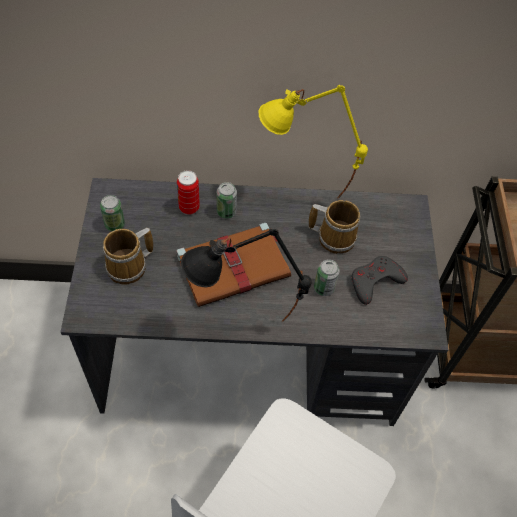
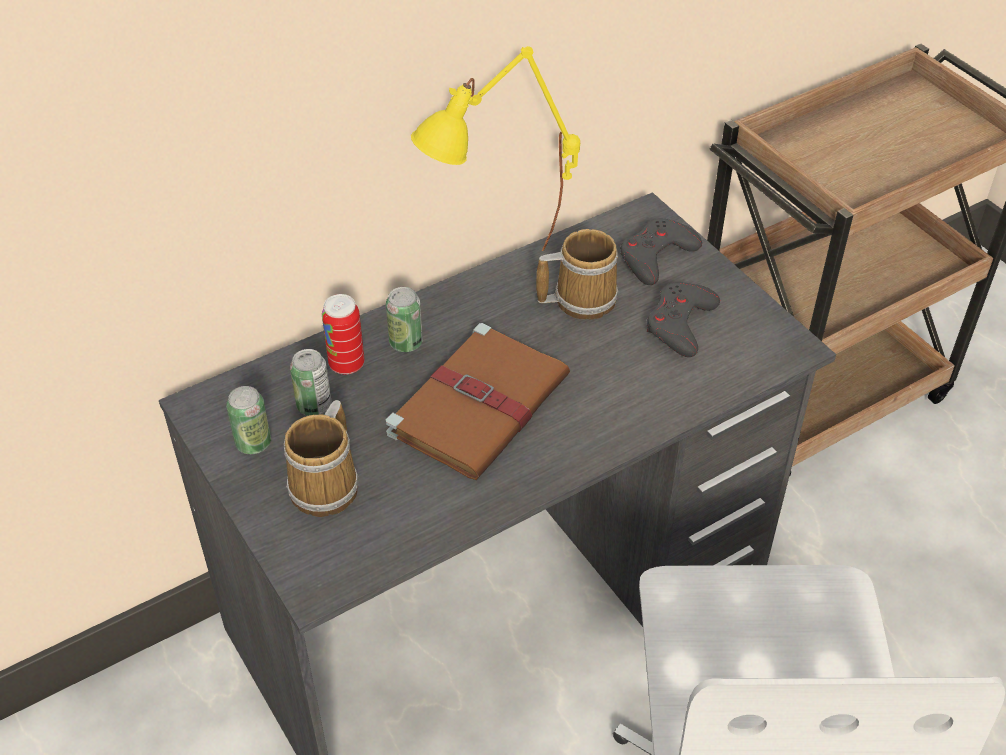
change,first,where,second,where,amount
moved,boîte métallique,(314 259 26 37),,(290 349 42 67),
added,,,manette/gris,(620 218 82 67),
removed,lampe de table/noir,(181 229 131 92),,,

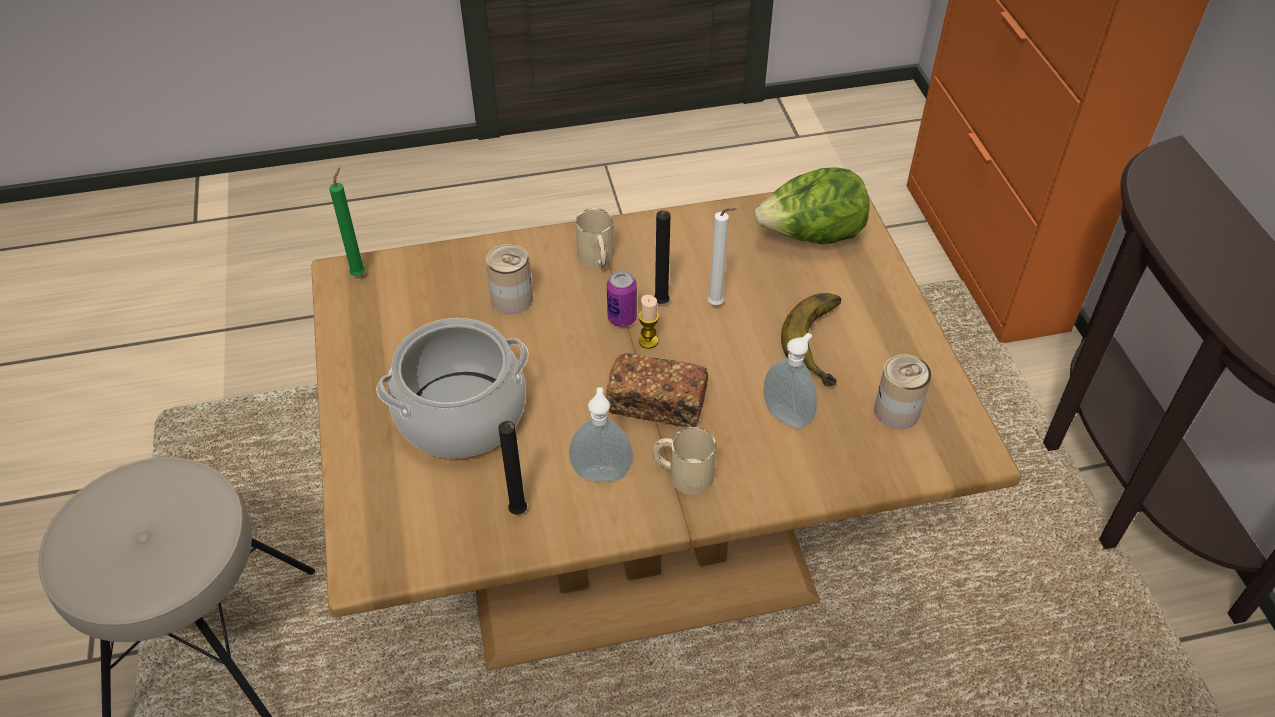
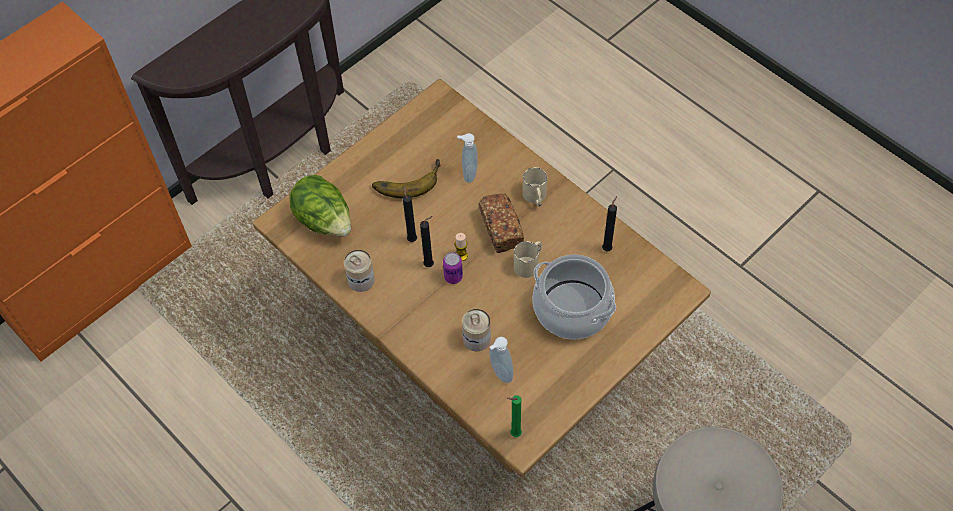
change,first,where,second,where,amount
moved,boîte métallique,(874 354 58 75),,(344 250 31 42),
recoloured,bougie/blanc,(708 208 29 97),bougie/noir,(403 187 14 55),
moved,distributeur de savon,(569 388 64 94),,(490 337 23 46),
moved,mug/beige,(576 208 38 61),,(514 241 28 37),

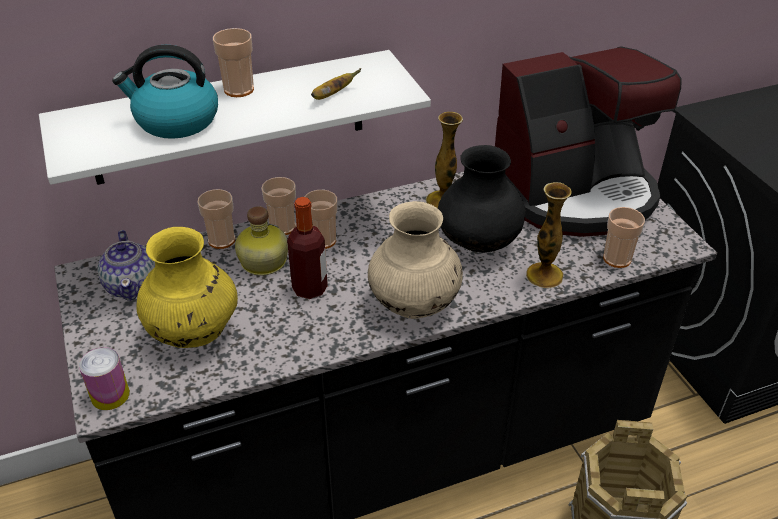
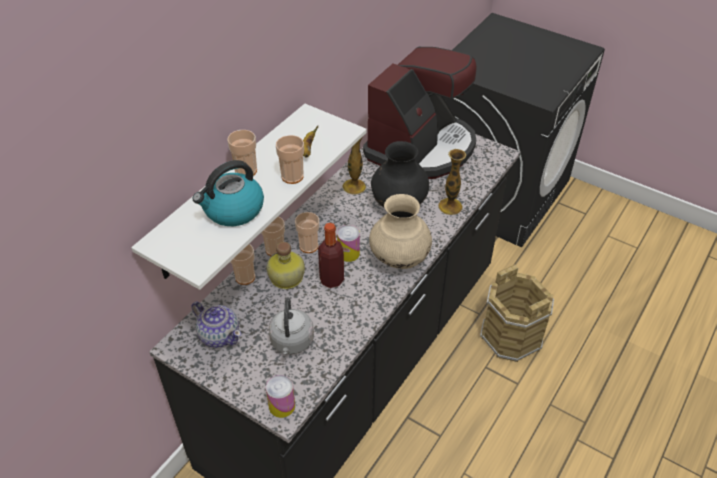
change,first,where,second,where,amount
replaced,vase/jaune,(136 227 102 121),bouilloire/gris,(269 298 45 57),
moved,tasse,(603 207 42 61),,(276 135 28 49),
added,,,boîte métallique,(337 225 23 37),

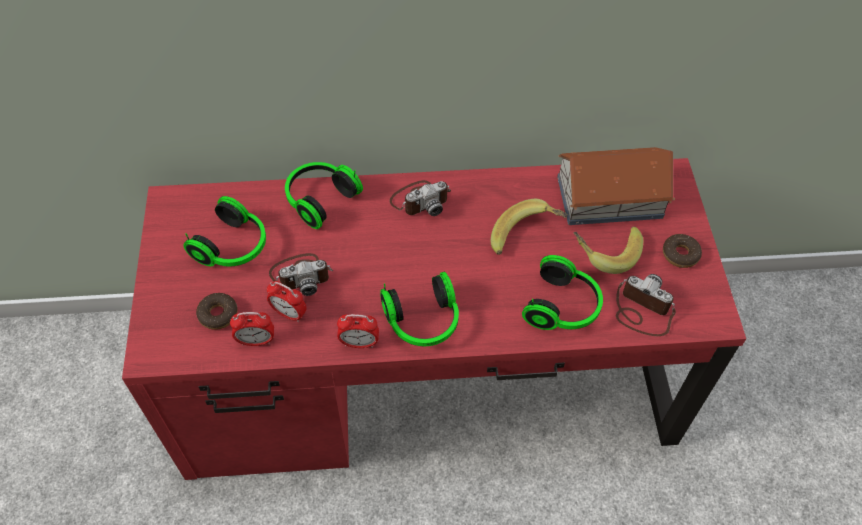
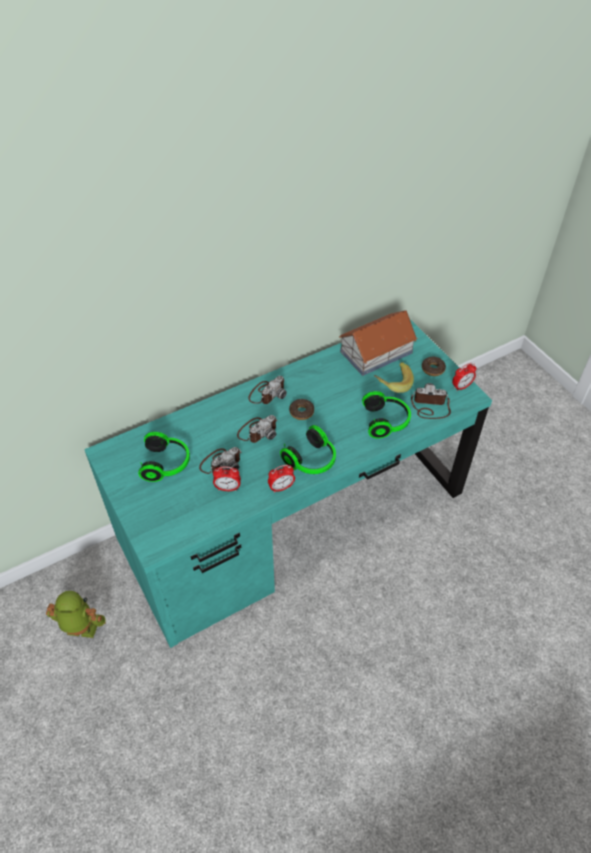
change,first,where,second,where,amount
added,,,robot jouet,(46 591 60 47),
recoloured,bureau/rouge,(122 158 624 322),bureau/turquoise,(84 319 408 329),
added,,,appareil photo,(237 415 40 28),
moved,beignet,(196 293 41 37),,(289 399 25 21),
moved,réveil,(230 312 44 34),,(452 363 25 28),
removed,casque audio,(285 162 78 67),,,
removed,banane,(491 199 77 56),,,

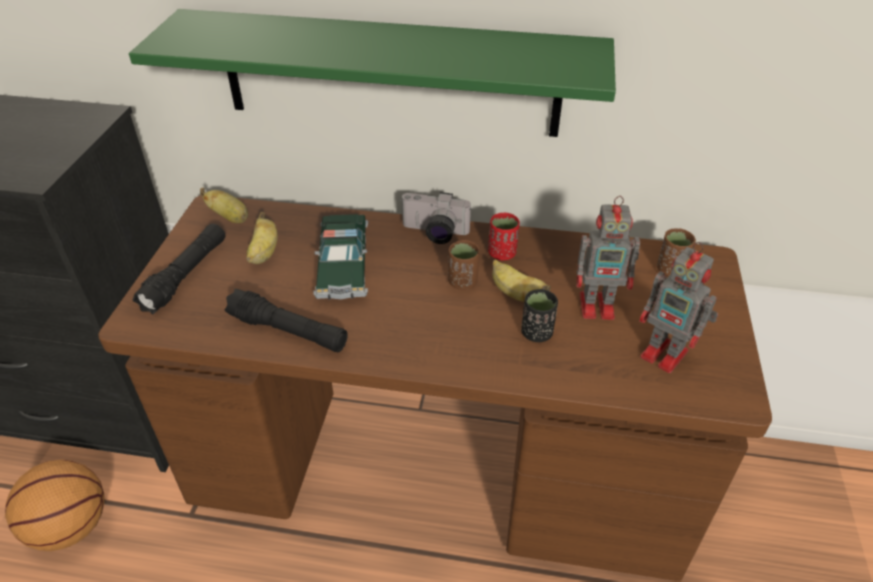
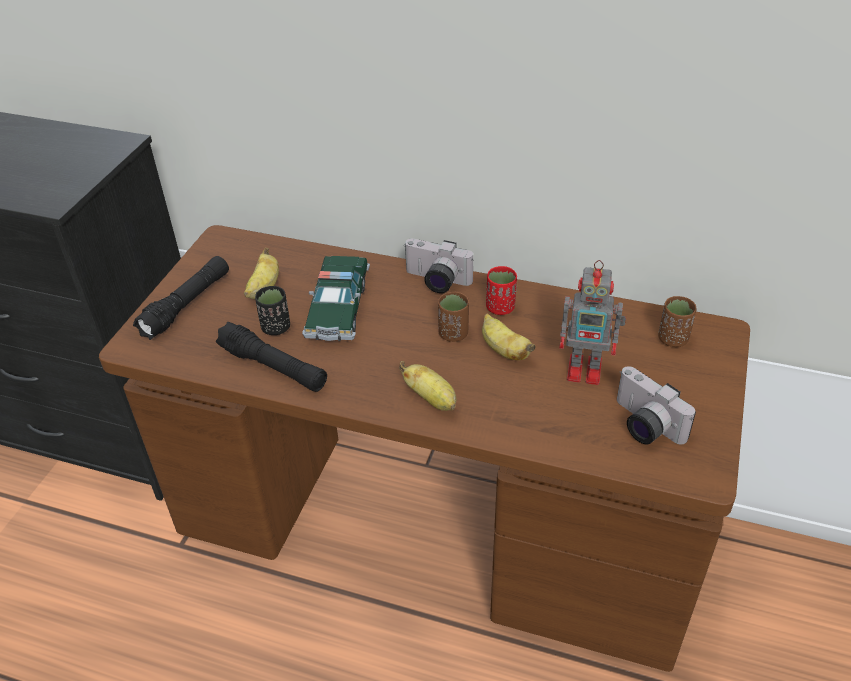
change,first,where,second,where,amount
moved,tasse/noir,(521 289 37 53),,(255 286 35 49),
moved,banane,(200 187 48 36),,(399 361 57 50),
replaced,robot jouet,(639 242 79 131),appareil photo,(617 366 79 79),
removed,ballon de basket,(5 459 99 92),,,
removed,étagère/vert,(129 9 487 128),,,

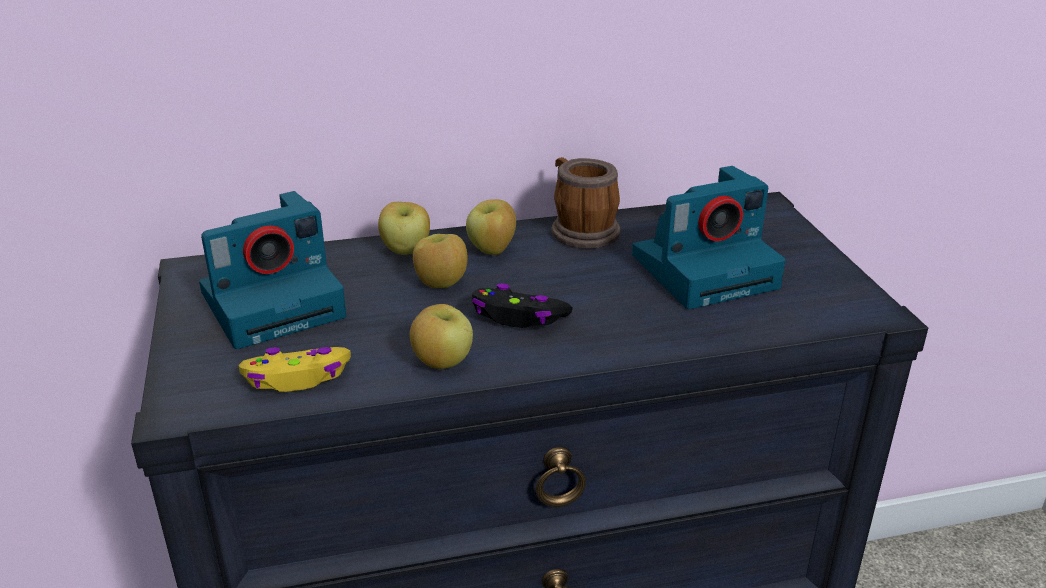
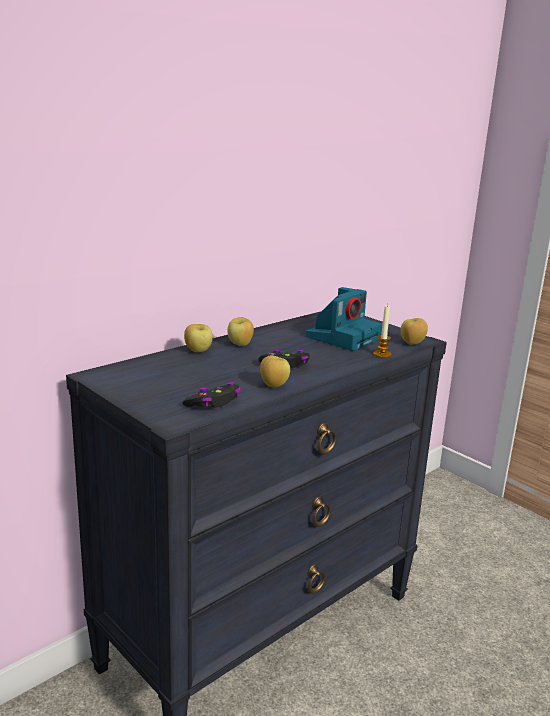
change,first,where,second,where,amount
recoloured,manette/jaune,(239 347 112 45),manette/noir,(182 382 59 26),
added,,,bougie,(373 304 18 54),
moved,pomme,(413 234 55 54),,(401 318 27 27),
removed,appareil photo,(199 191 147 158),,,
removed,mug,(551 157 70 92),,,

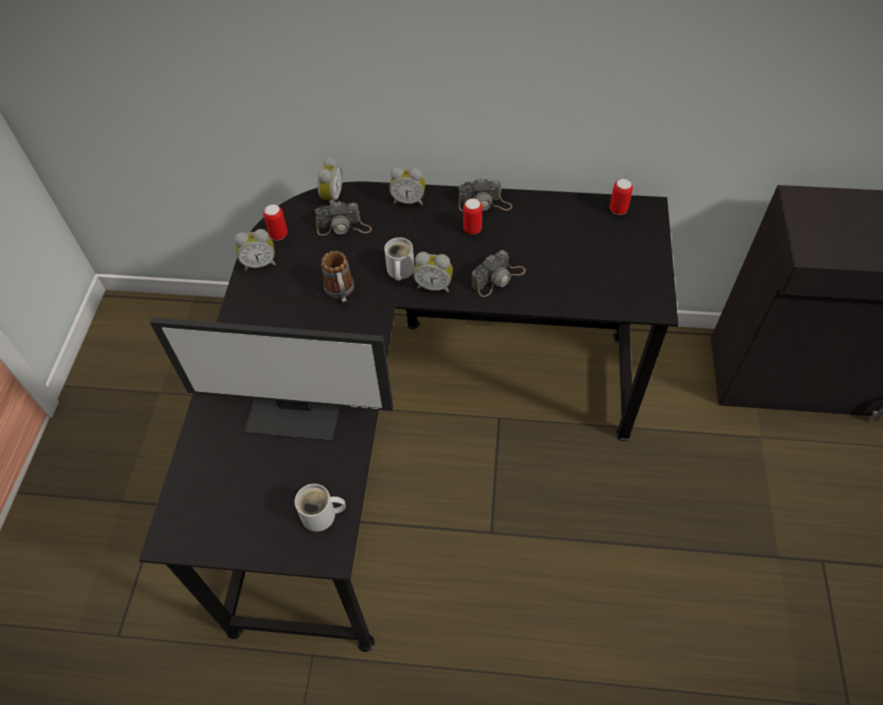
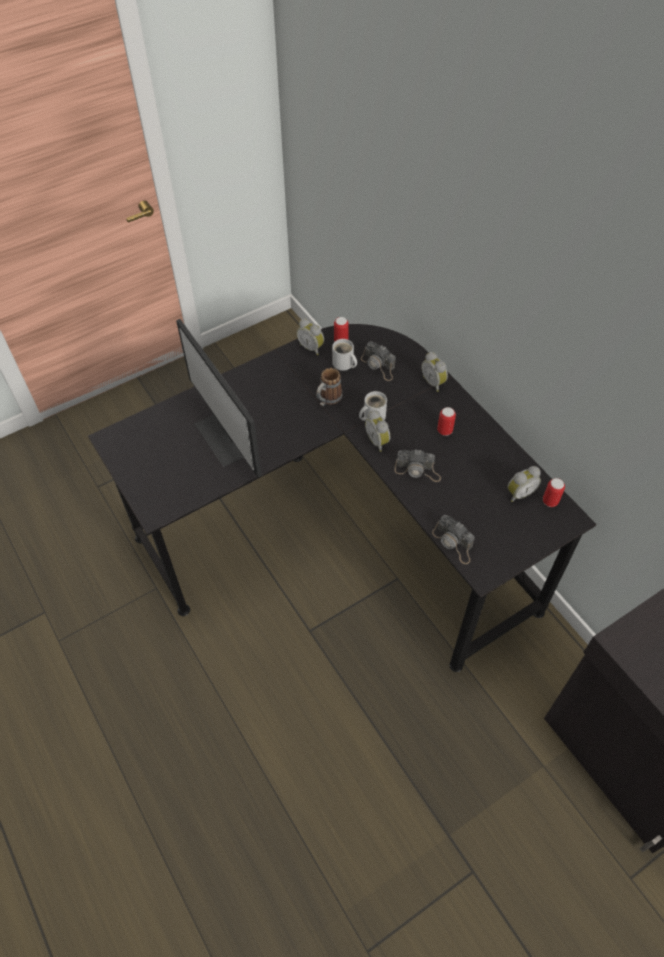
change,first,where,second,where,amount
moved,mug/blanc,(295 484 51 48),,(332 339 25 32),
moved,appareil photo,(458 178 54 33),,(432 515 43 49),
moved,réveil,(318 156 24 48),,(508 466 33 36),

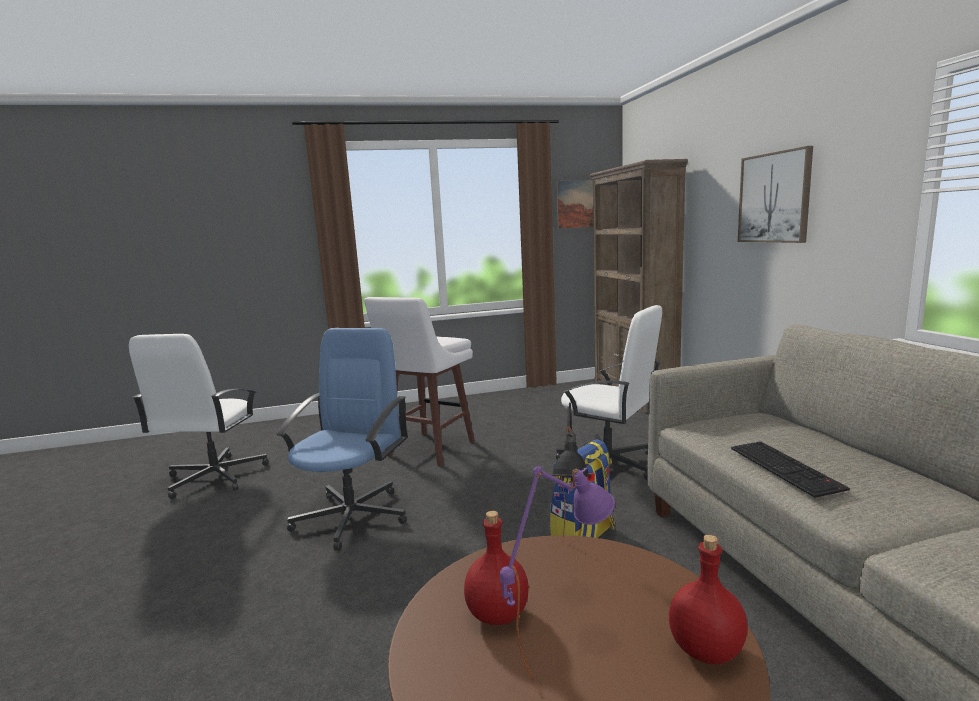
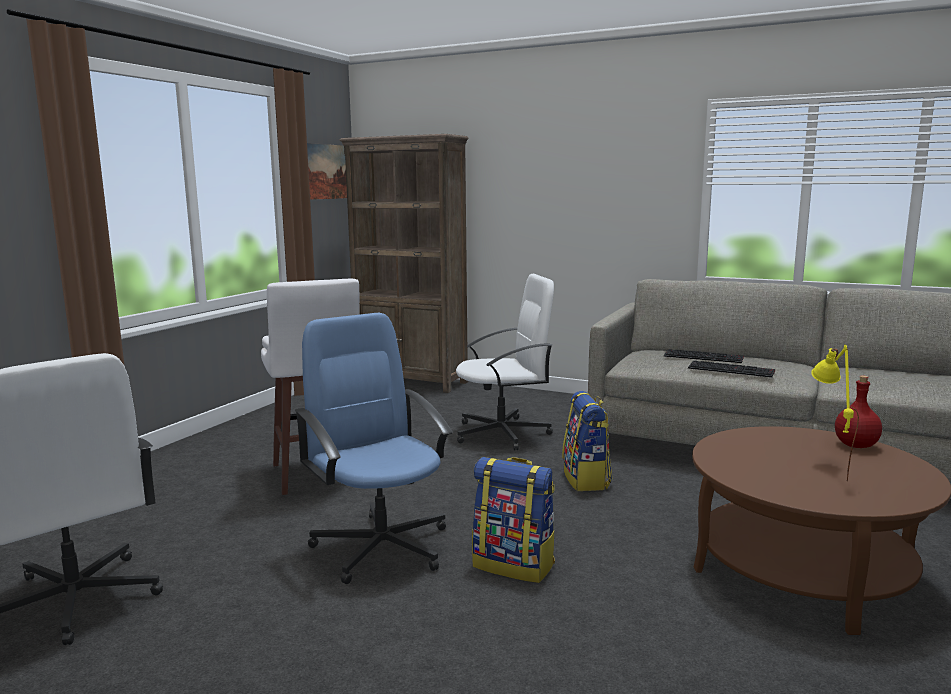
change,first,where,second,where,amount
added,,,sac à dos,(472 457 83 126),
added,,,clavier,(664 349 80 14),
recoloured,lampe de table/violet,(500 466 115 216),lampe de table/jaune,(811 345 48 136),
removed,bouteille/rouge,(464 511 65 114),,,
removed,lampe de table/noir,(552 402 38 141),,,
removed,tableau,(738 146 75 97),,,

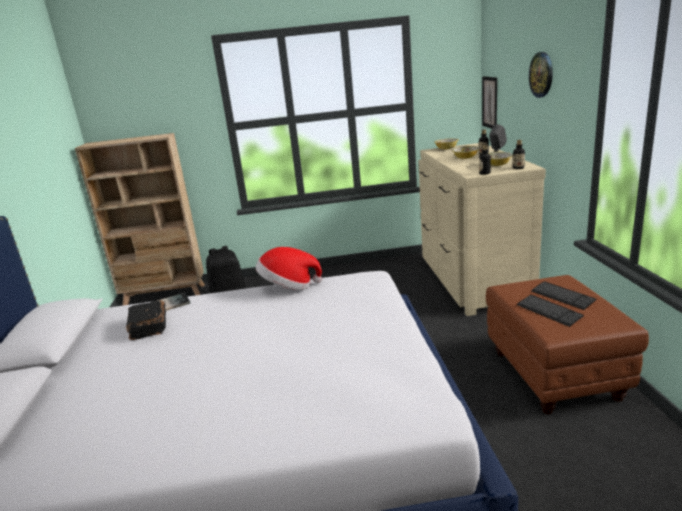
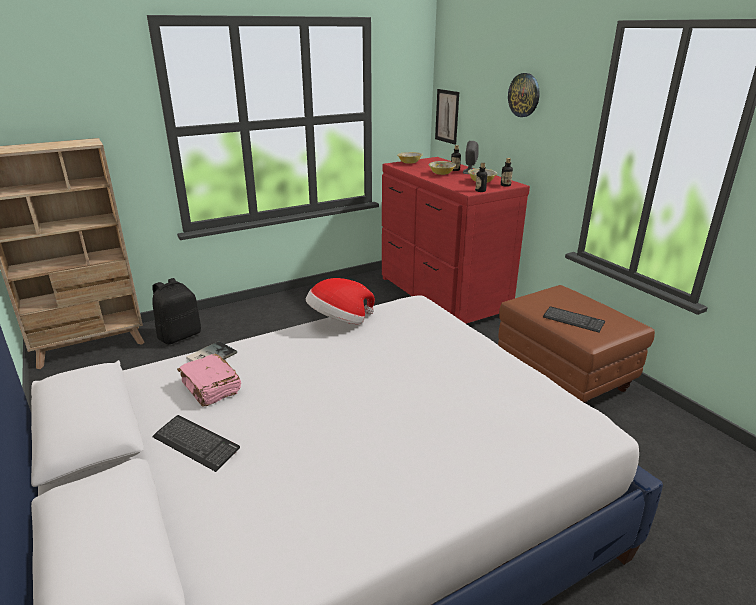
change,first,where,second,where,amount
moved,clavier,(531 281 66 29),,(152 415 88 57),
recoloured,livre/noir,(126 300 40 40),livre/rose,(177 354 64 52),
recoloured,commode/beige,(418 143 128 173),commode/rouge,(382 157 148 167),

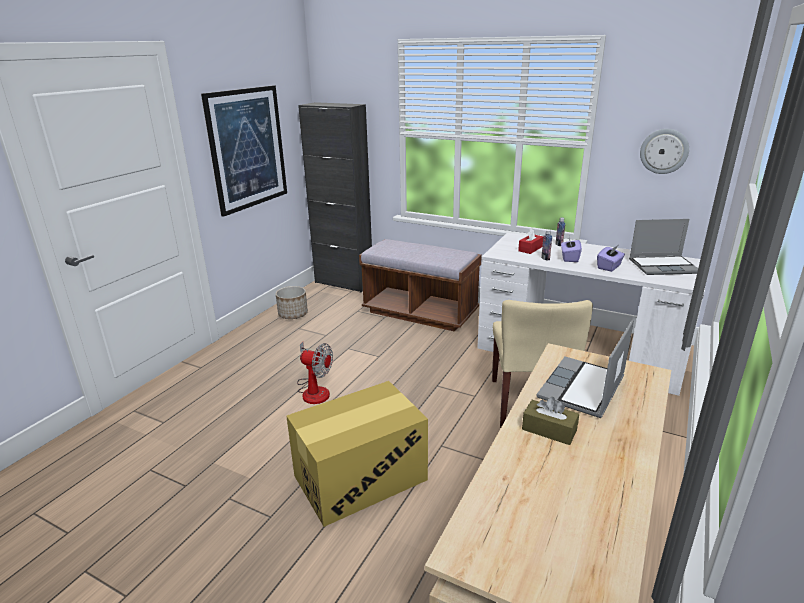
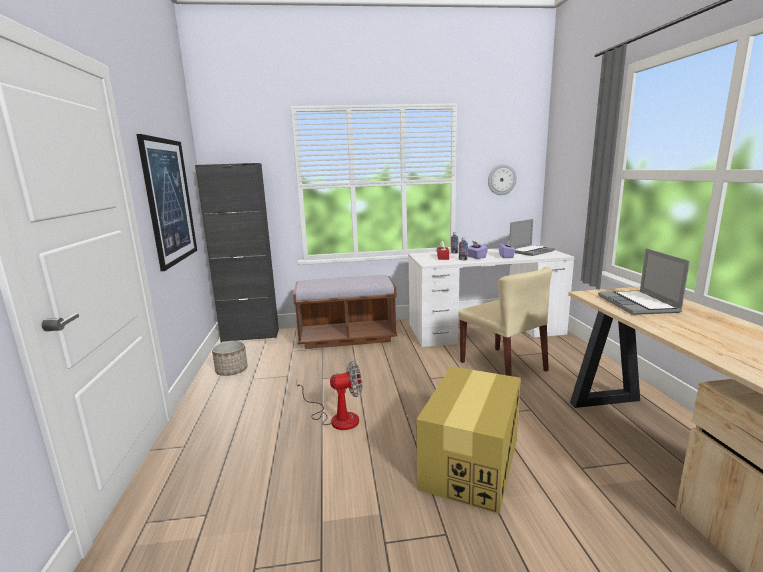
change,first,where,second,where,amount
removed,boîte à mouchoirs/marron,(522 397 57 48),,,

